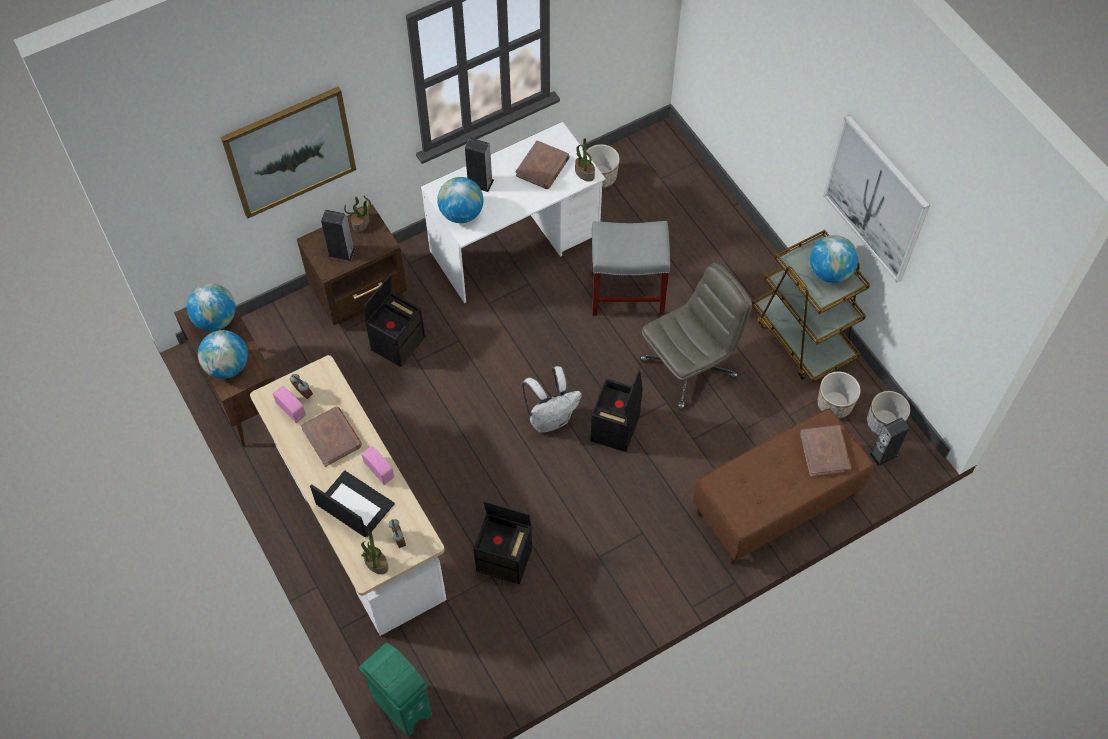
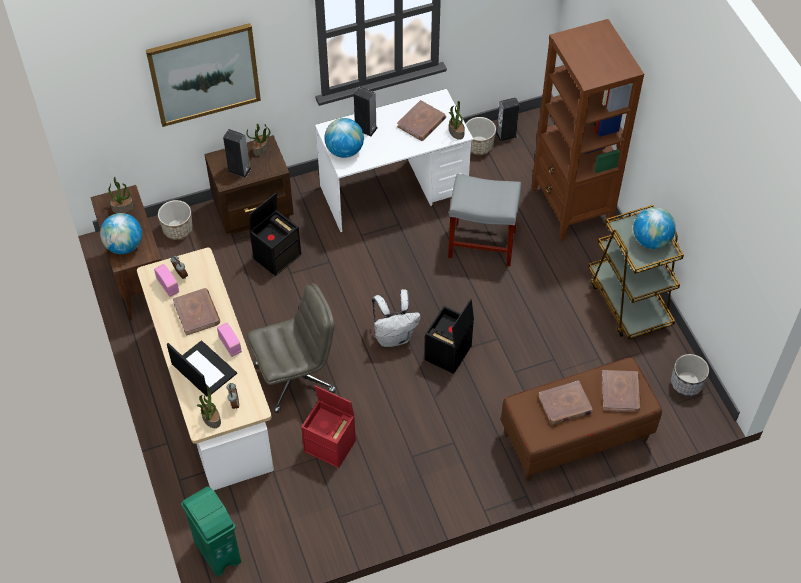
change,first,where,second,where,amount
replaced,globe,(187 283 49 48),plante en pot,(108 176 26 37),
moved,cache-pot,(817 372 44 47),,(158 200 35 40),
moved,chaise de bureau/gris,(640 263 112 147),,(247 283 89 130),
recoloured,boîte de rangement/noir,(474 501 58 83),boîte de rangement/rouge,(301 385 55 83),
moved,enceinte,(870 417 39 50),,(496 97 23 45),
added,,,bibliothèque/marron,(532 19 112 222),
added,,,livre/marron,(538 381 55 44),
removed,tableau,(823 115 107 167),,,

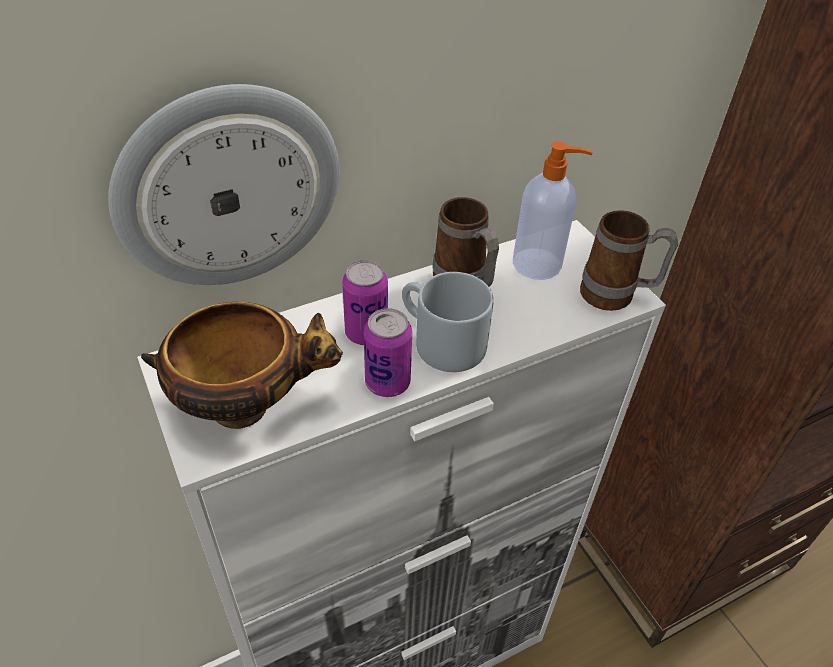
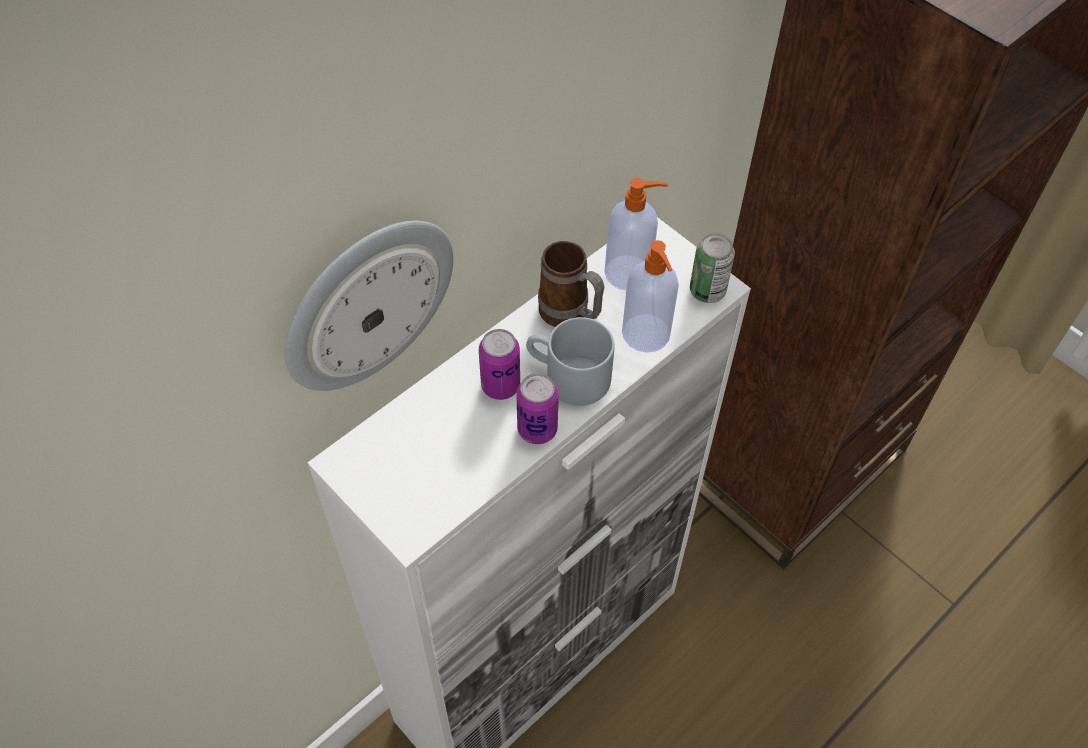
change,first,where,second,where,amount
added,,,distributeur de savon,(622 240 57 113),
replaced,mug,(580 210 98 101),boîte métallique,(690 233 45 70),
removed,bol,(141 302 202 127),,,

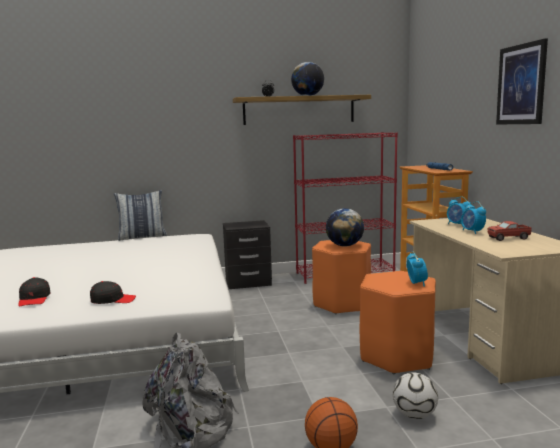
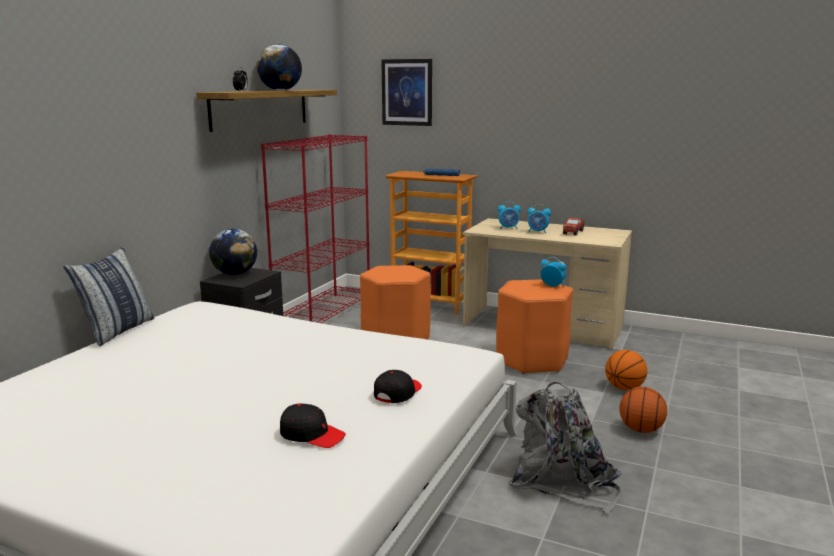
change,first,where,second,where,amount
moved,globe,(326 208 38 38),,(209 229 48 46),
moved,tableau,(496 38 52 86),,(382 59 50 67),
replaced,ballon de foot,(393 372 45 47),ballon de basket,(605 350 42 40),

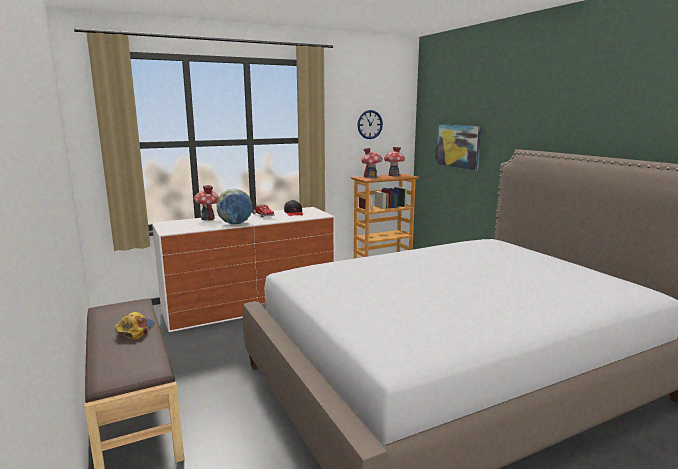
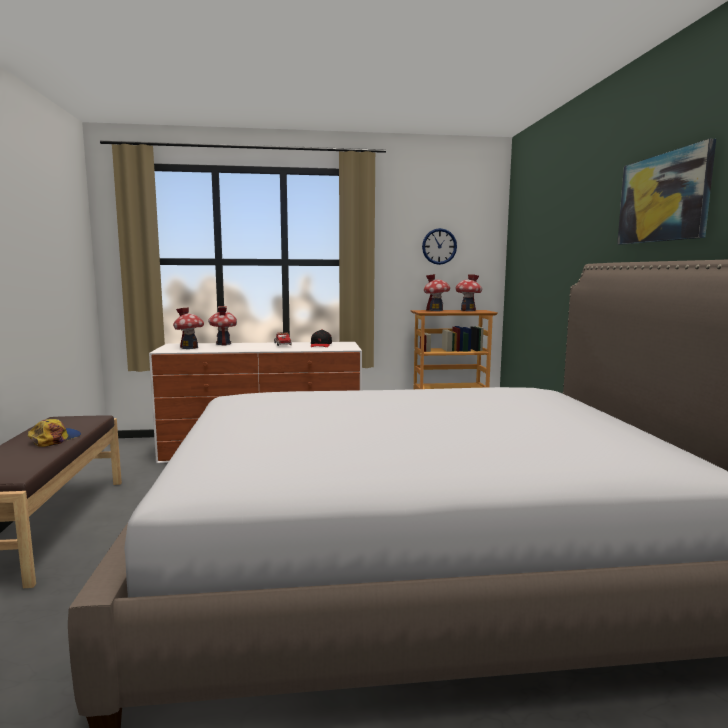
change,first,where,second,where,amount
added,,,maison miniature,(173 307 31 42),
moved,tableau,(435 124 46 47),,(617 139 99 105),
removed,globe,(216 189 36 35),,,

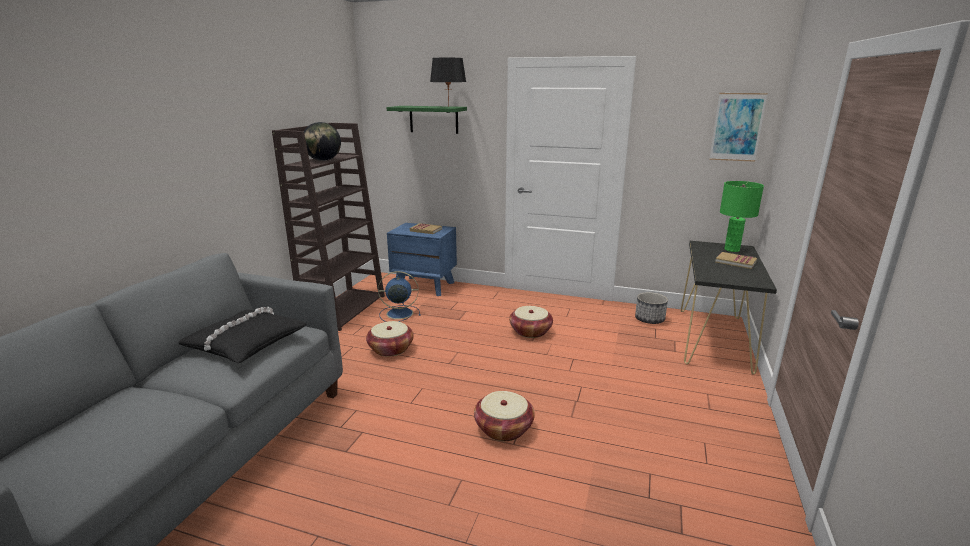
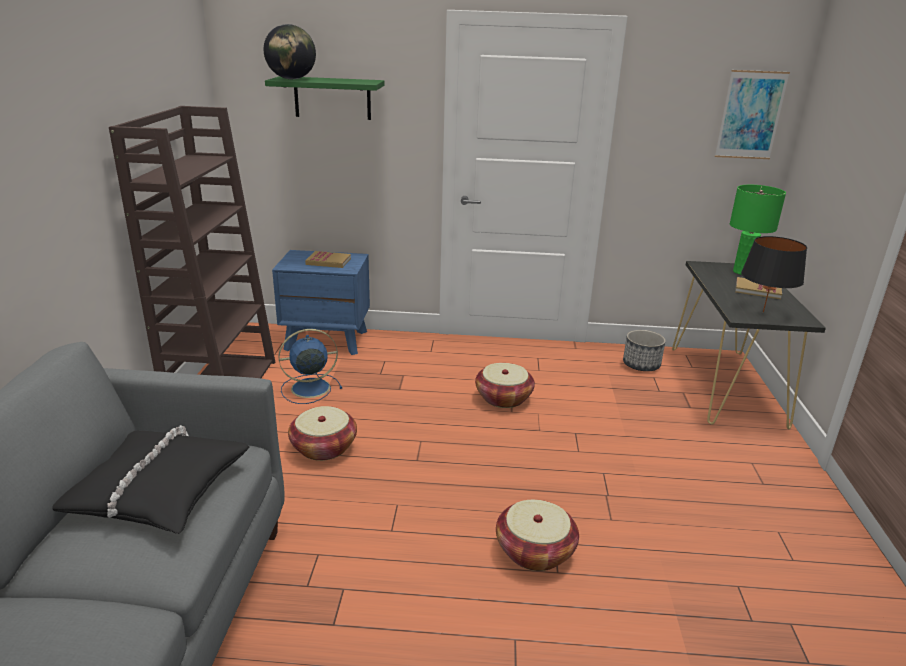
change,first,where,second,where,amount
moved,globe,(304 122 37 39),,(264 24 52 55),
moved,lampe de table/noir,(430 58 36 48),,(741 236 66 77),

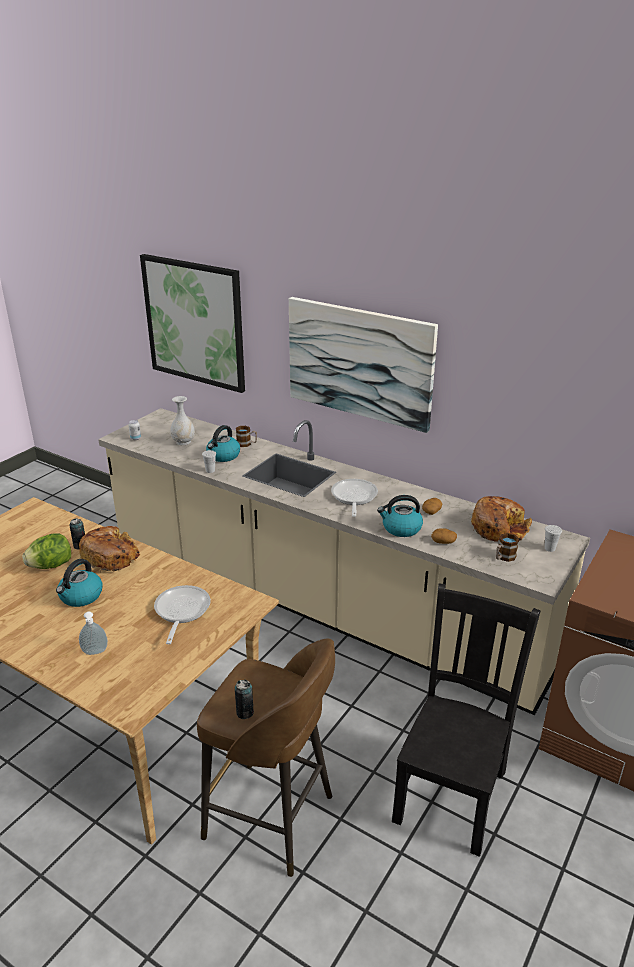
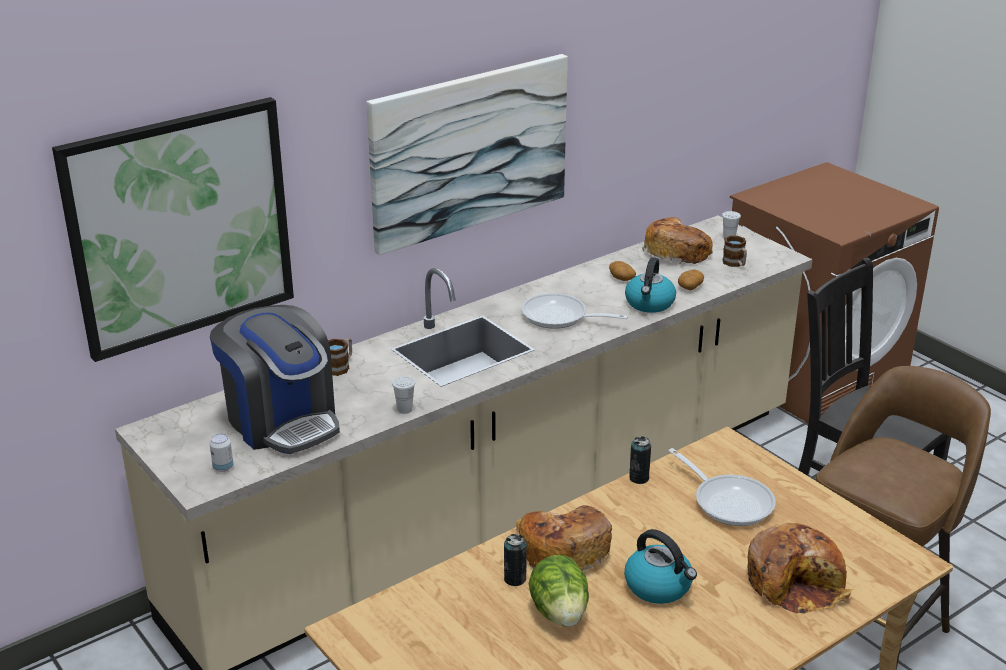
change,first,where,second,where,amount
replaced,vase/blanc,(170 396 25 49),machine à café,(210 305 130 149),
moved,boîte métallique,(235 680 19 39),,(629 436 22 48),
turned,poêle,(154 585 57 59),,(668 448 108 78),150 degrees counterclockwise
replaced,distributeur de savon,(79 612 29 43),pain,(747 523 106 91),
removed,bouilloire,(206 425 34 37),,,

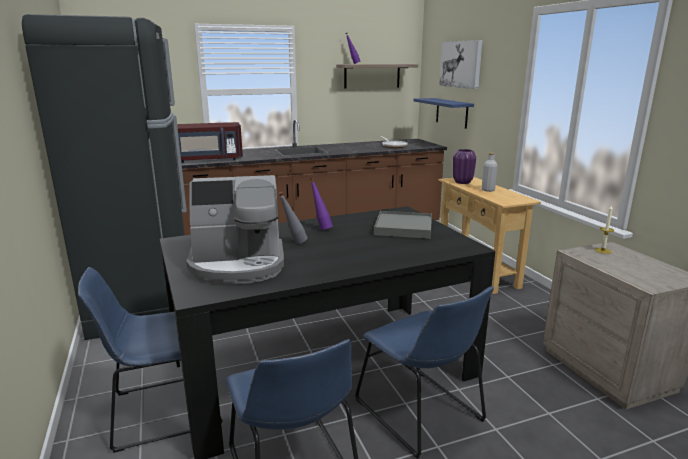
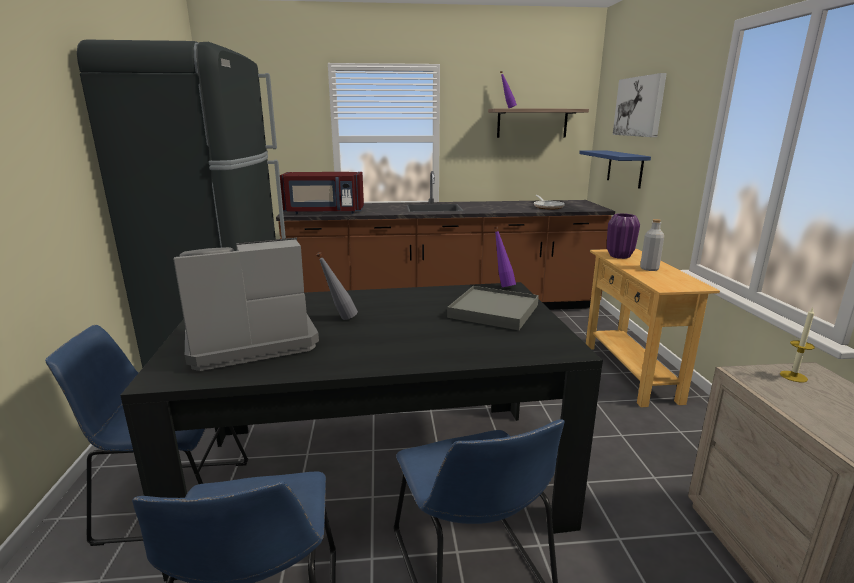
change,first,where,second,where,amount
turned,machine à café,(186 175 98 109),,(173 238 146 133),150 degrees clockwise
moved,bouteille/violet,(310 178 23 52),,(494 226 22 61),

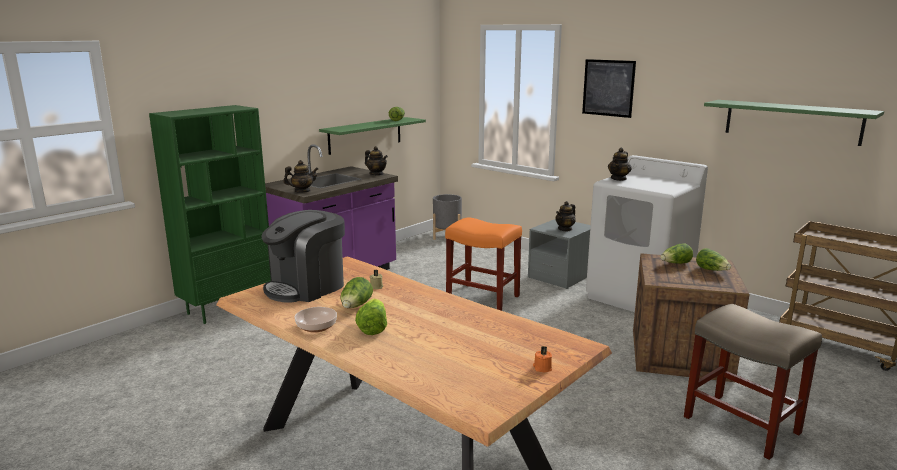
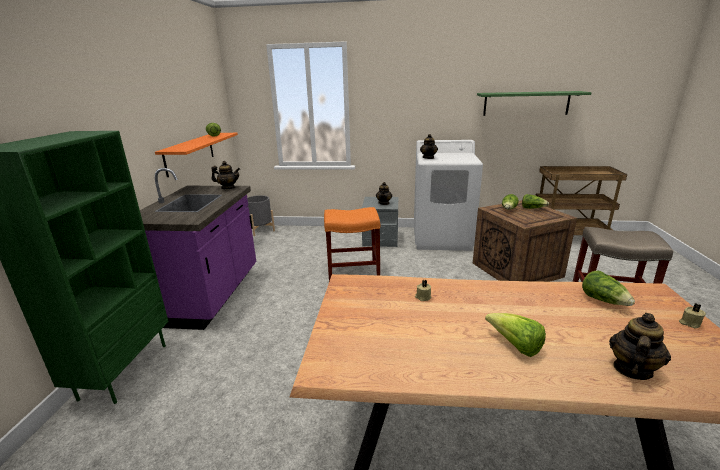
change,first,where,second,where,amount
recoloured,étagère/vert,(319 117 107 38),étagère/orange,(155 133 83 44),
moved,laitue,(340 277 33 31),,(582 270 53 36),
moved,théière,(283 160 35 33),,(609 313 62 67),
recoloured,bougie/orange,(533 346 19 26),bougie/beige,(679 304 27 24),
removed,machine à café,(261 210 84 93),,,
removed,bol,(295 307 42 26),,,
removed,tableau,(582 59 54 59),,,

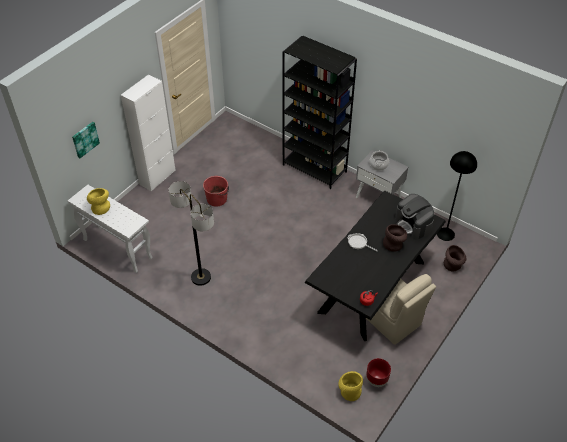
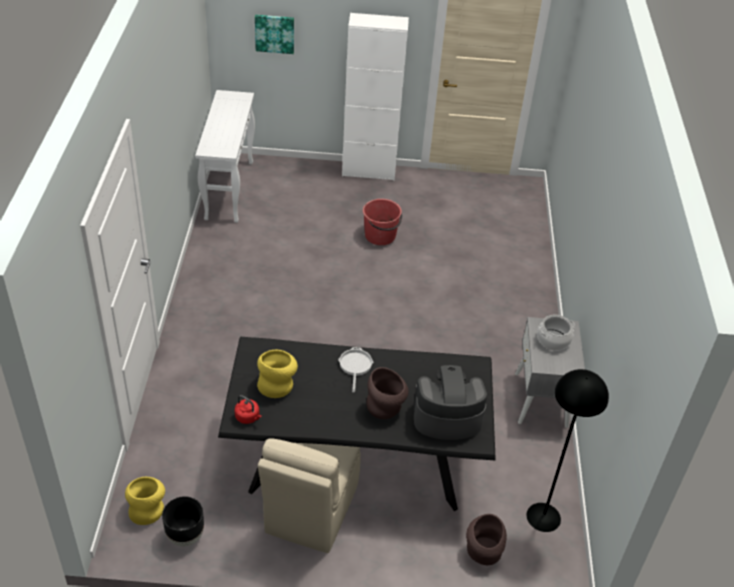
change,first,where,second,where,amount
recoloured,cache-pot/rouge,(366 358 25 29),cache-pot/noir,(162 496 42 50),
moved,vase/jaune,(87 188 23 27),,(257 350 41 48),
turned,machine à café,(395 194 39 46),,(413 365 74 75),60 degrees clockwise
removed,lampadaire,(168 181 46 105),,,
removed,bibliothèque/noir,(282 36 75 153),,,

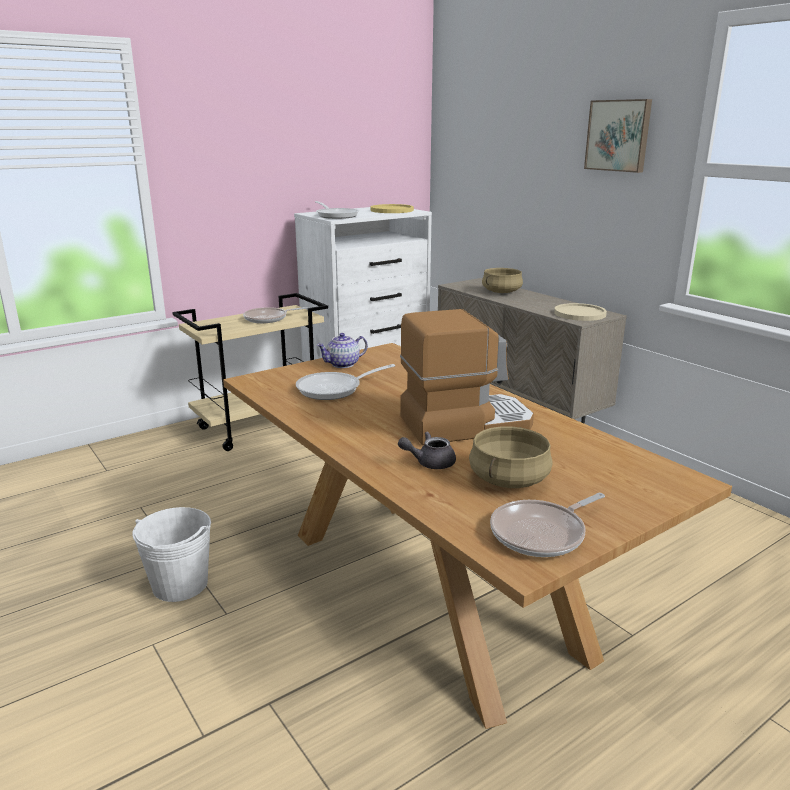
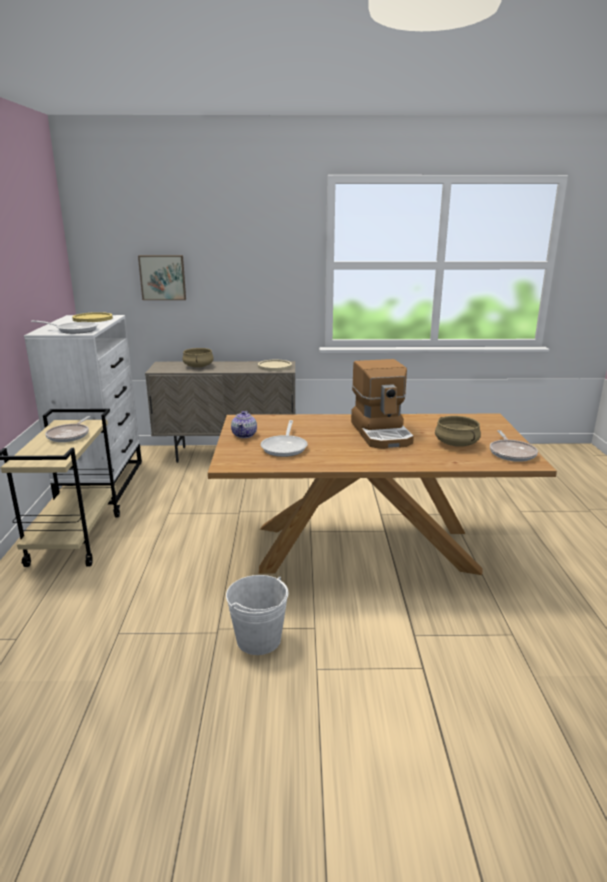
change,first,where,second,where,amount
moved,tableau,(584 99 68 74),,(138 255 48 45),
turned,machine à café,(400 309 134 136),,(351 359 63 90),150 degrees clockwise
removed,théière/gris,(398 431 58 38),,,

